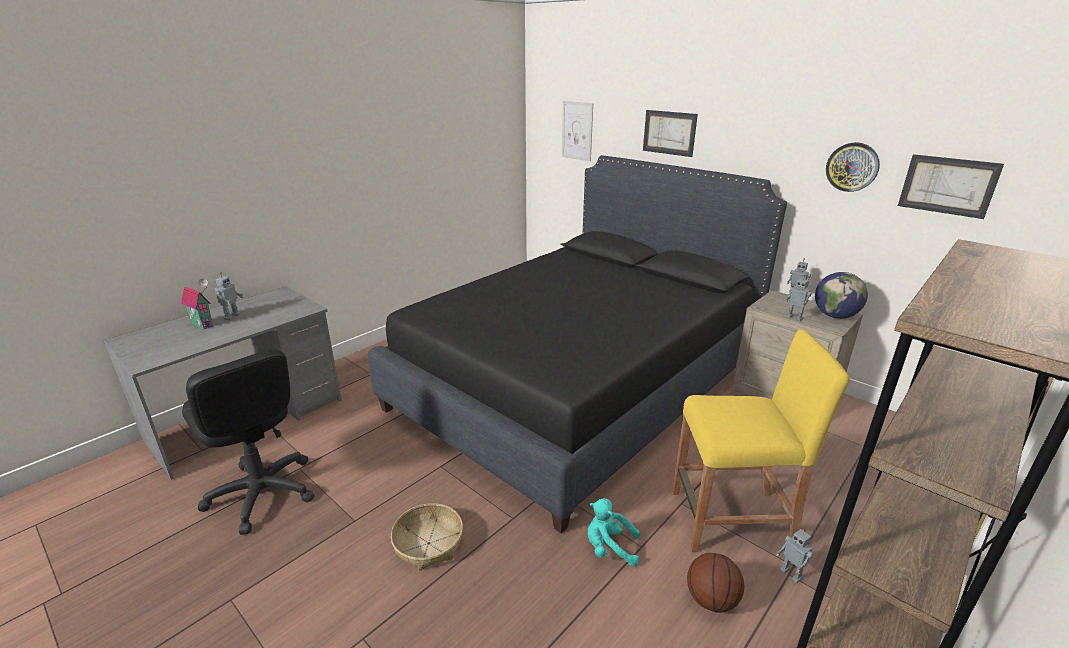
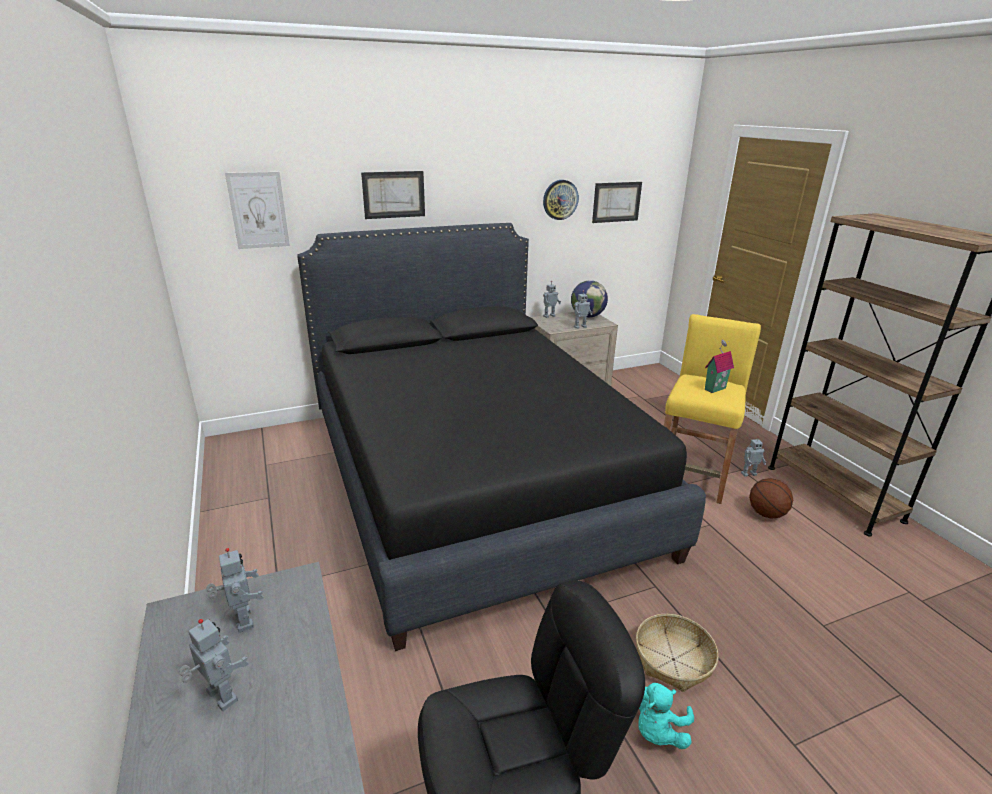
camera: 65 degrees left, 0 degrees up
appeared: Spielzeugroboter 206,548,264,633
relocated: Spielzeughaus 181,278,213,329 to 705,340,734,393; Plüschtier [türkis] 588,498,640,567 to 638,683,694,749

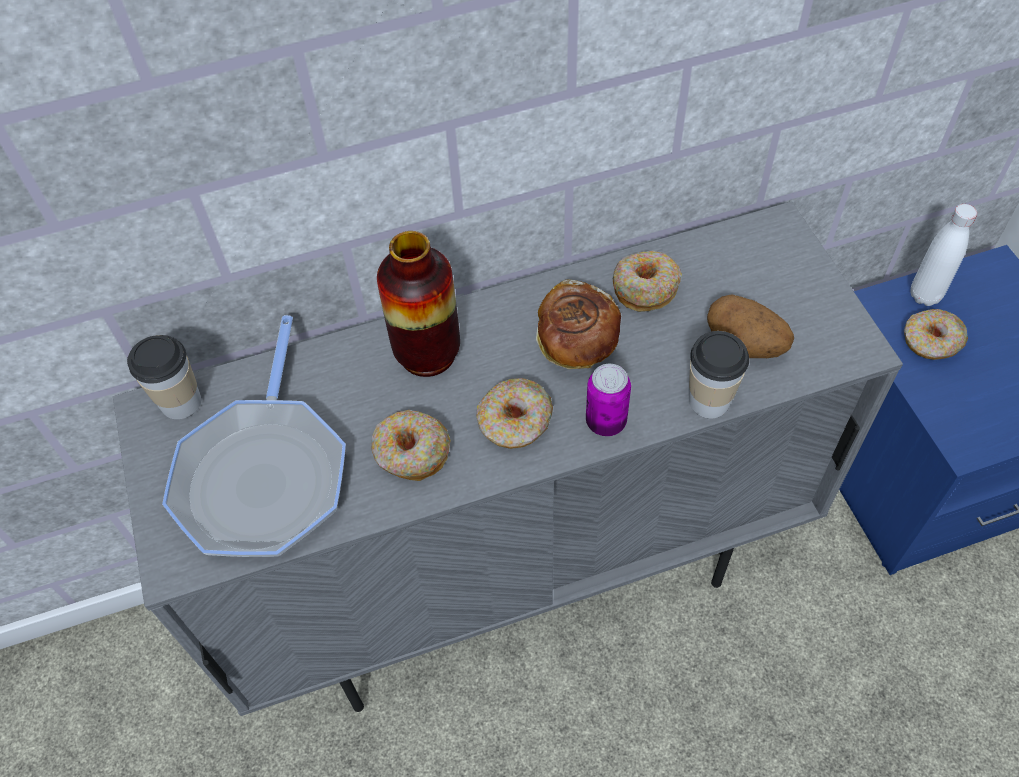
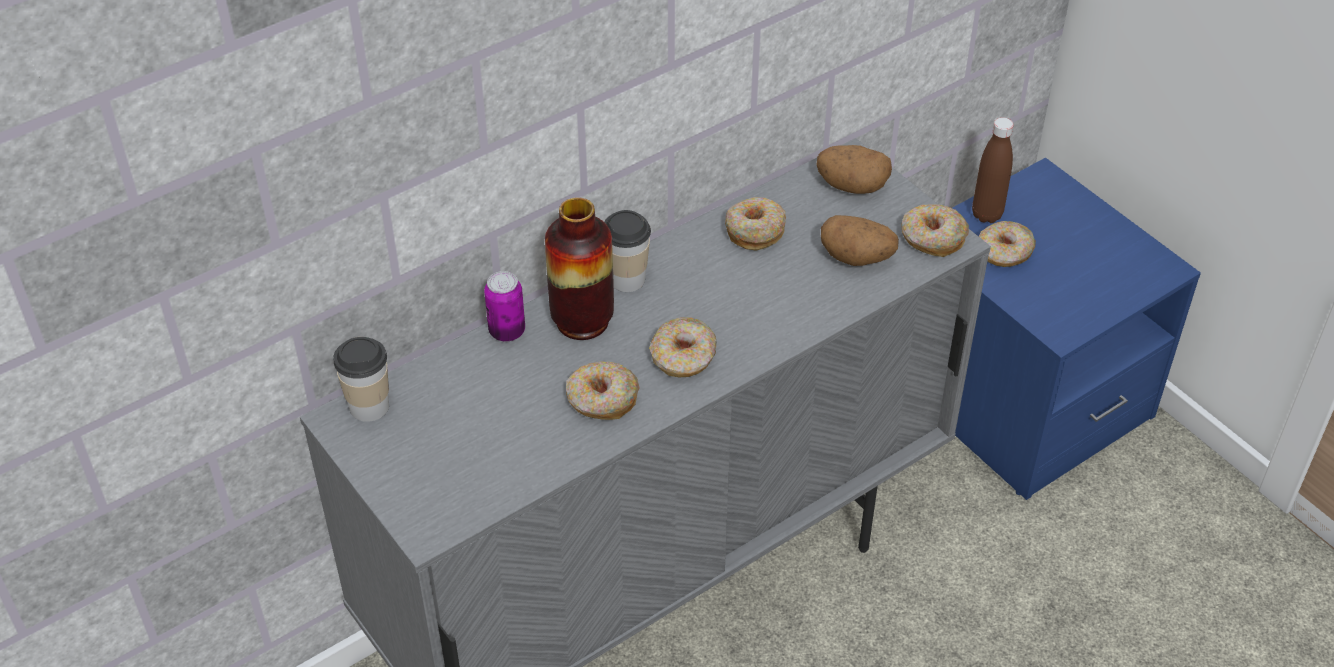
camera: 20 degrees left, 10 degrees down
missing: Brot 536,280,621,369; Pfanne 162,315,346,557
appeared: Kartoffel 817,145,892,194; Donut 901,204,969,257
relocated: Tasse 689,331,749,419 to 604,210,651,292; Dose 586,364,631,436 to 484,271,525,341
colour: Flasche [weiß] 911,204,977,306 to Flasche [braun] 972,118,1014,223

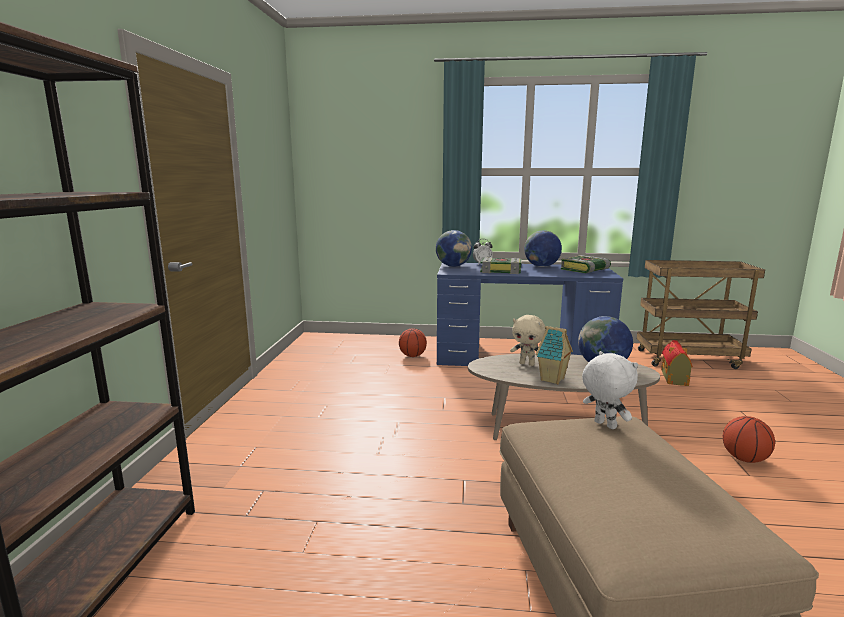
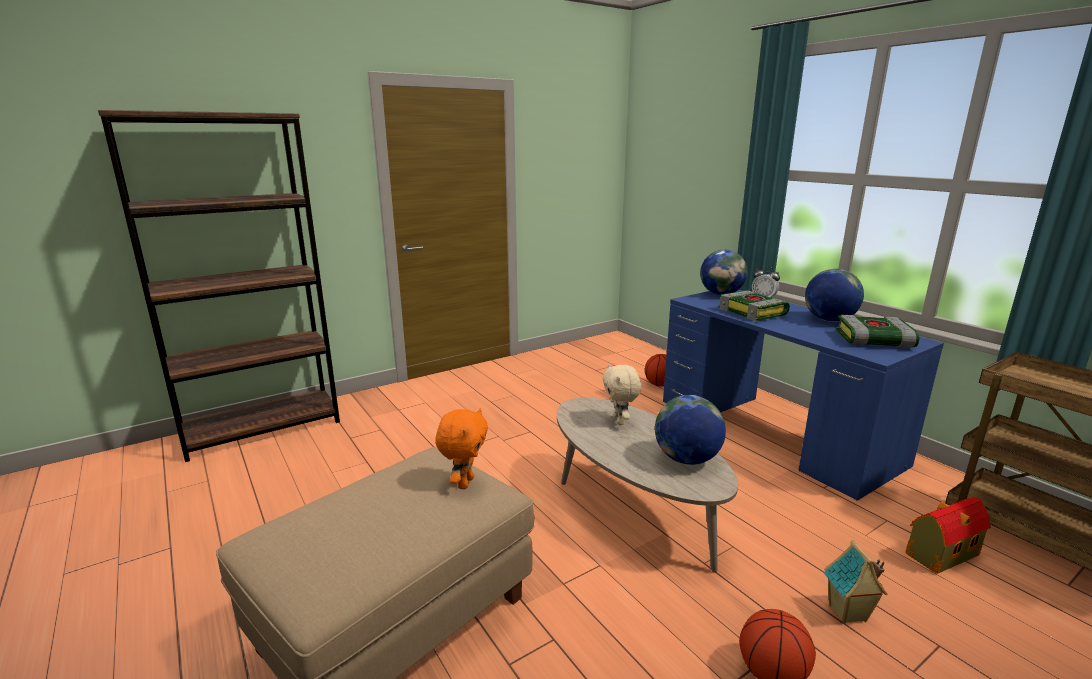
camera: 50 degrees right, 5 degrees up
relocated: Spielzeughaus 536,326,573,384 to 824,540,888,624
colour: Plüschtier [weiß] 582,351,638,429 to Plüschtier [orange] 435,408,488,489

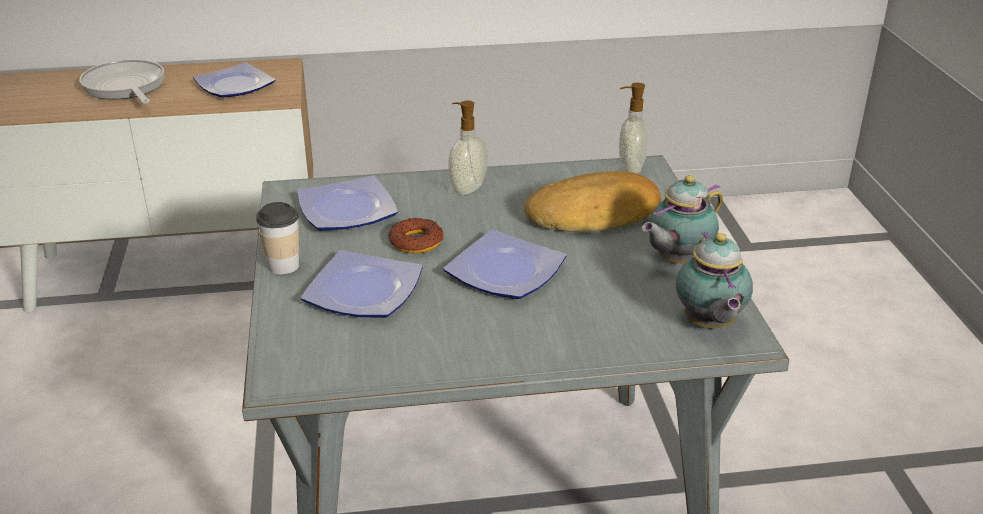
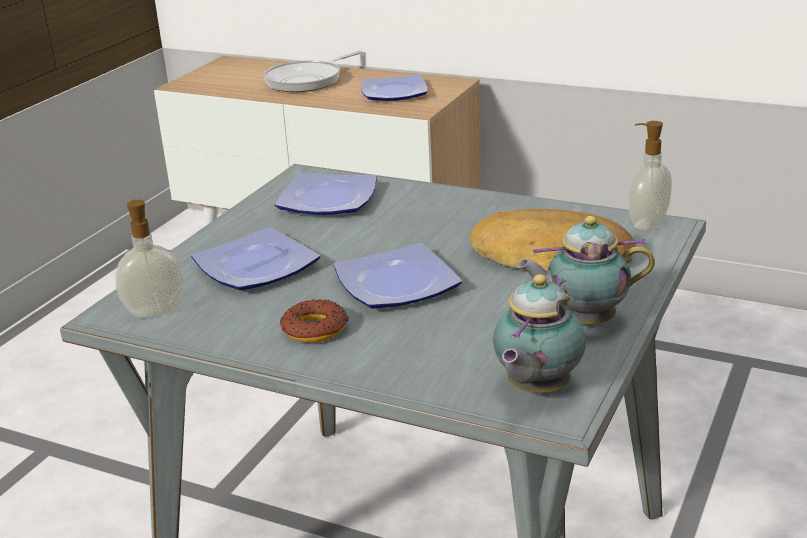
camera: 35 degrees right, 5 degrees down
missing: Tasse 256,202,299,274
relocated: Seifenspender 448,101,488,195 to 115,200,183,318; Donut 388,217,444,254 to 280,299,349,343
spun: Pfanne 79,59,164,104 = 263,51,363,92 135 degrees counterclockwise

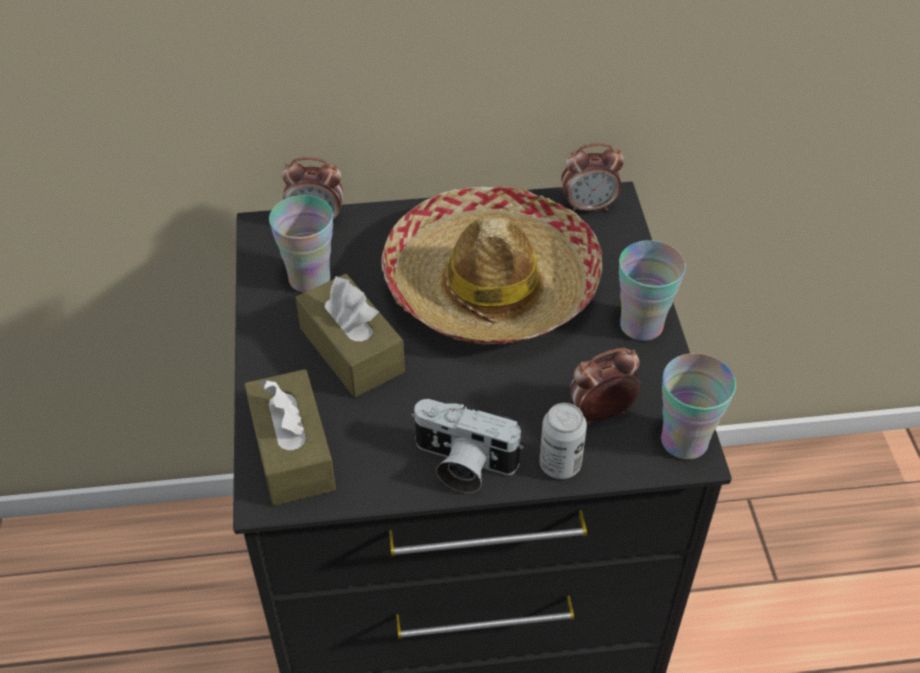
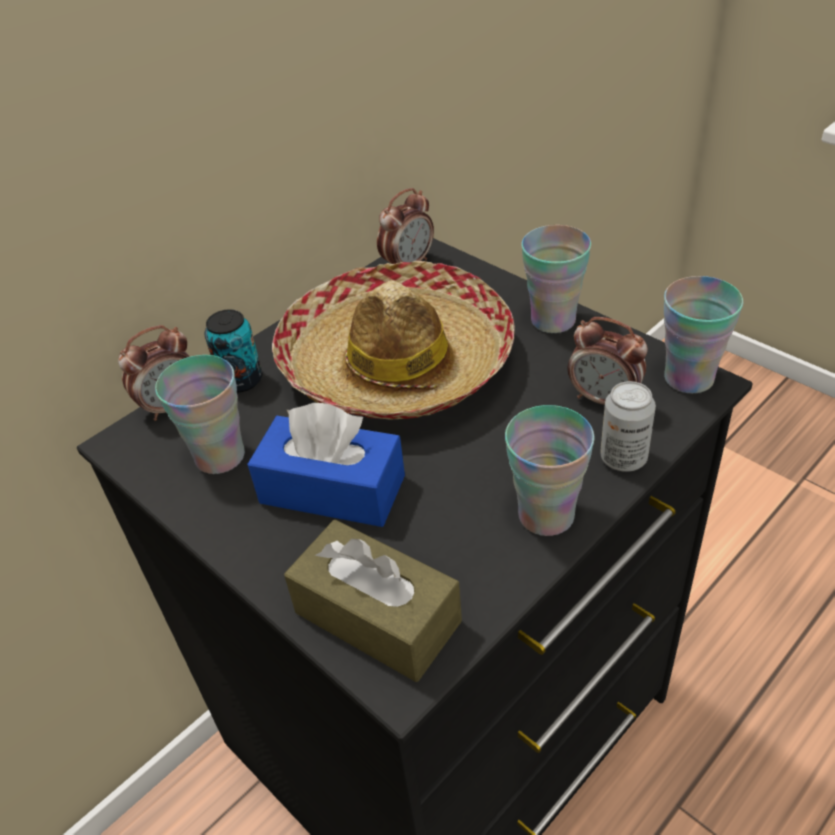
camera: 35 degrees left, 5 degrees down
appeared: Dose 204,309,262,392
exchanged: Kamera 412,399,524,493 to Tasse 505,405,594,536
colour: Taschentuchbox [braun] 296,274,405,397 to Taschentuchbox [blau] 247,402,405,527
spun: Wecker 569,348,641,424 = 568,317,648,405 90 degrees counterclockwise

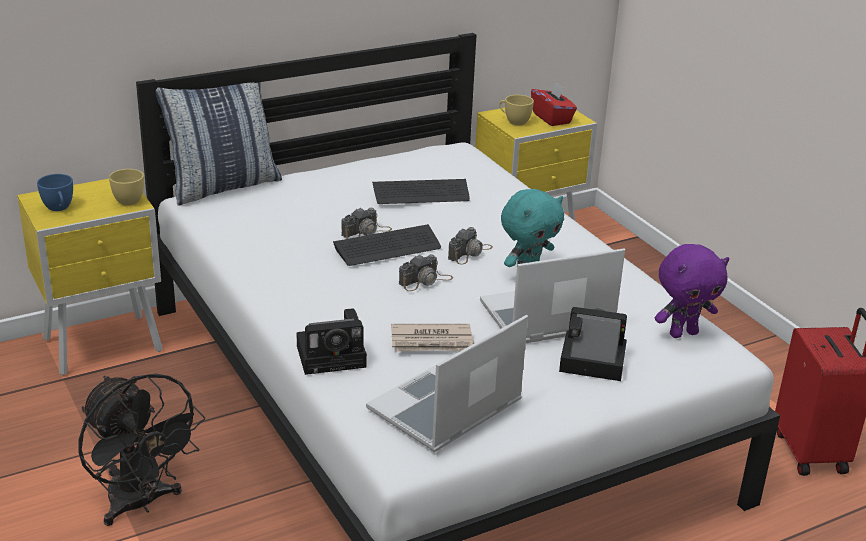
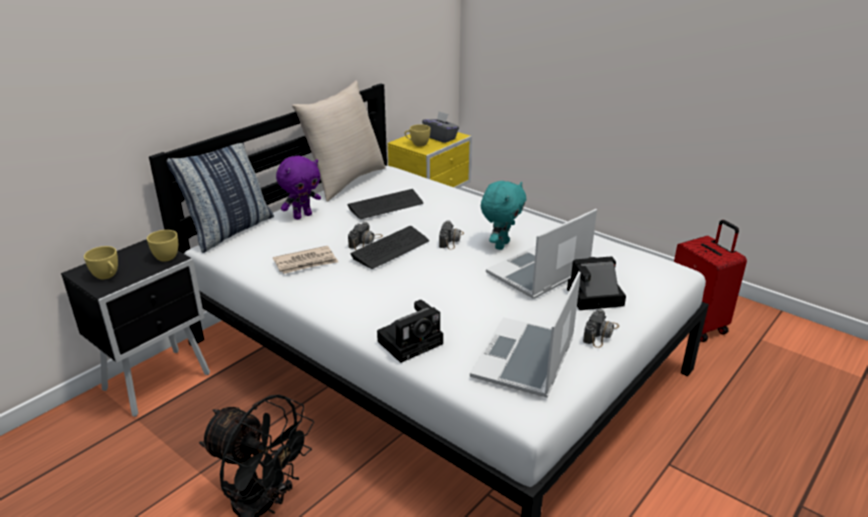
camera: 20 degrees left, 0 degrees up
appeared: Kissen [beige] 292,80,386,202
relocated: Plüschtier [lila] 655,244,729,338 to 276,156,321,220; Kamera 399,254,453,291 to 583,309,619,348; Zeitung 391,324,474,352 to 273,246,338,274
colour: Taschentuchbox [rot] 531,81,577,126 to Taschentuchbox [grau] 422,111,459,143; Tasse [blau] 37,174,73,211 to Tasse [gelb] 84,246,118,279; Nachttisch [gelb] 17,179,162,376 to Nachttisch [schwarz] 61,239,210,417

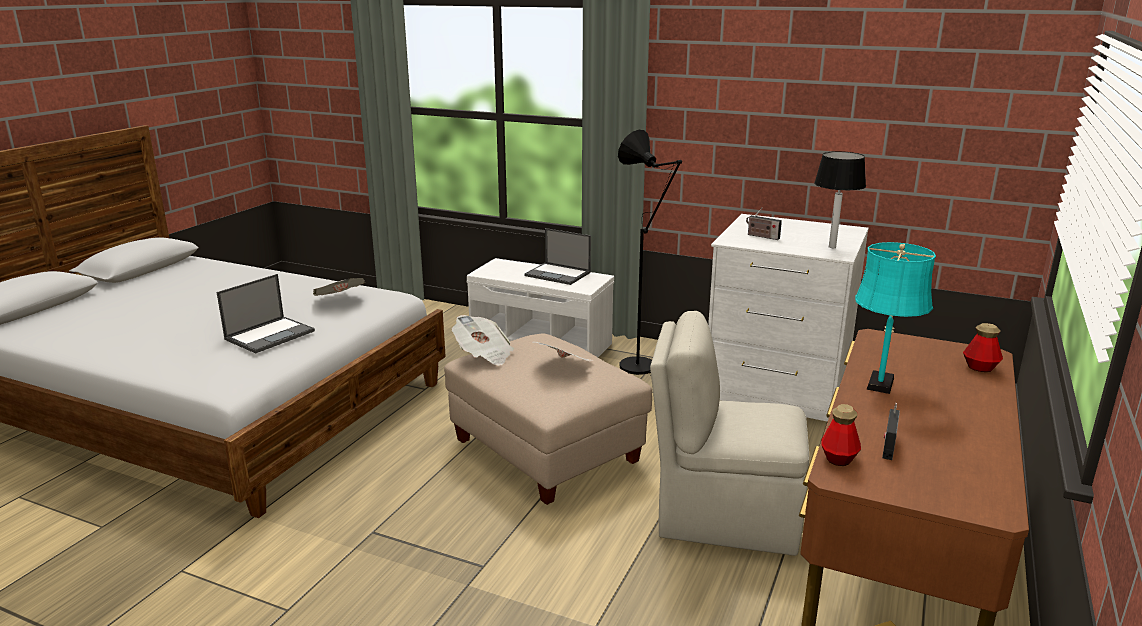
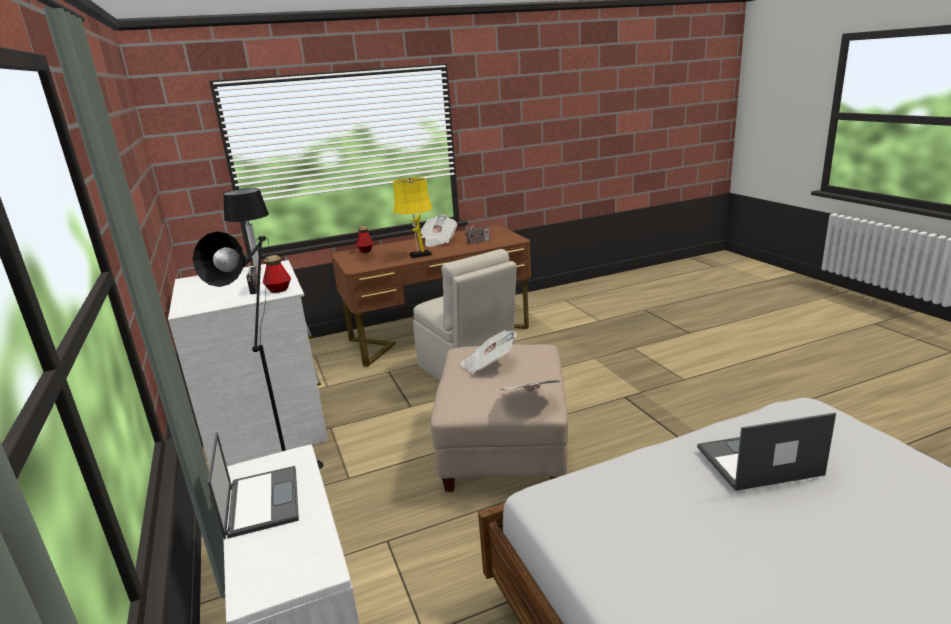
camera: 135 degrees left, 0 degrees up
relocated: Zeitung 313,278,365,296 to 420,215,457,247; Flasche 821,404,861,466 to 263,255,291,293
colour: Tischlampe [türkis] 855,242,936,394 to Tischlampe [gelb] 393,176,433,258

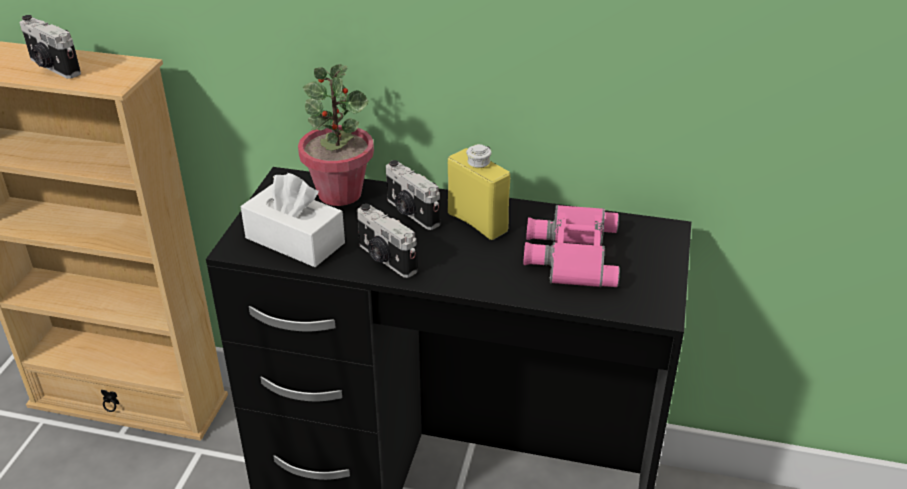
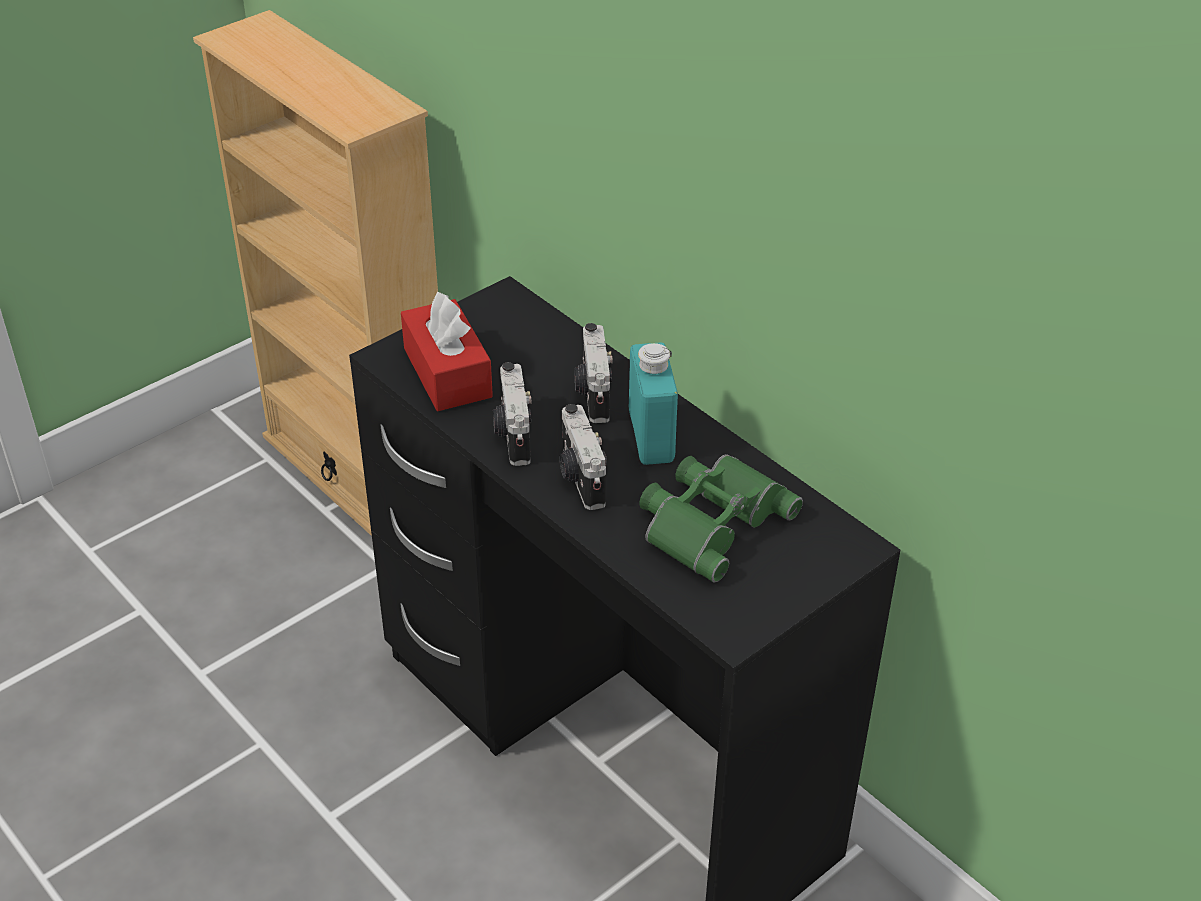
camera: 35 degrees right, 5 degrees up
missing: Topfpflanze 298,64,374,206
relocated: Kamera 20,15,81,79 to 559,404,607,510
colour: Flasche [gelb] 448,144,510,240 to Flasche [türkis] 629,343,678,465; Taschentuchbox [weiß] 241,173,345,267 to Taschentuchbox [rot] 401,292,493,411; Fernglas [rosa] 523,205,620,287 to Fernglas [grün] 639,454,803,583

